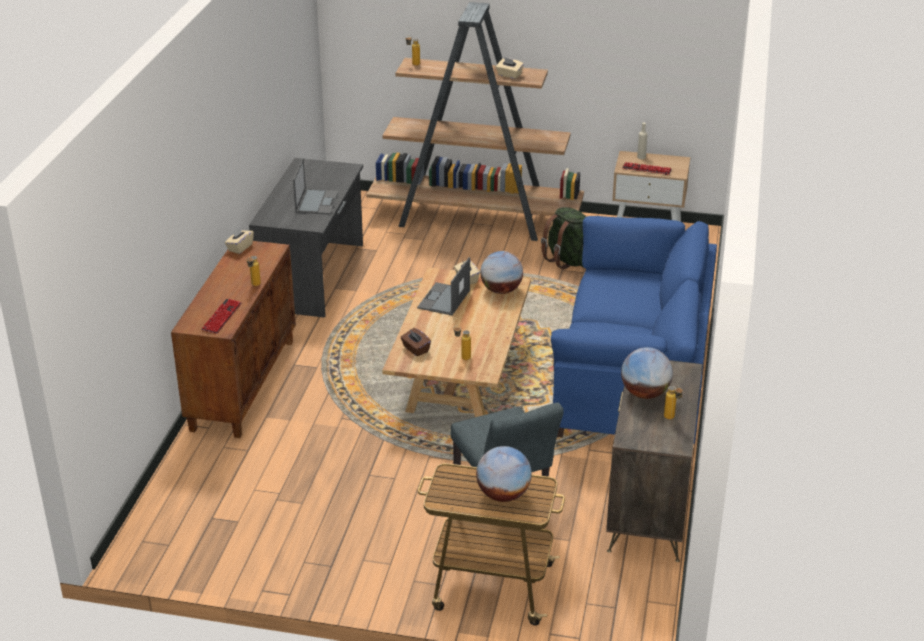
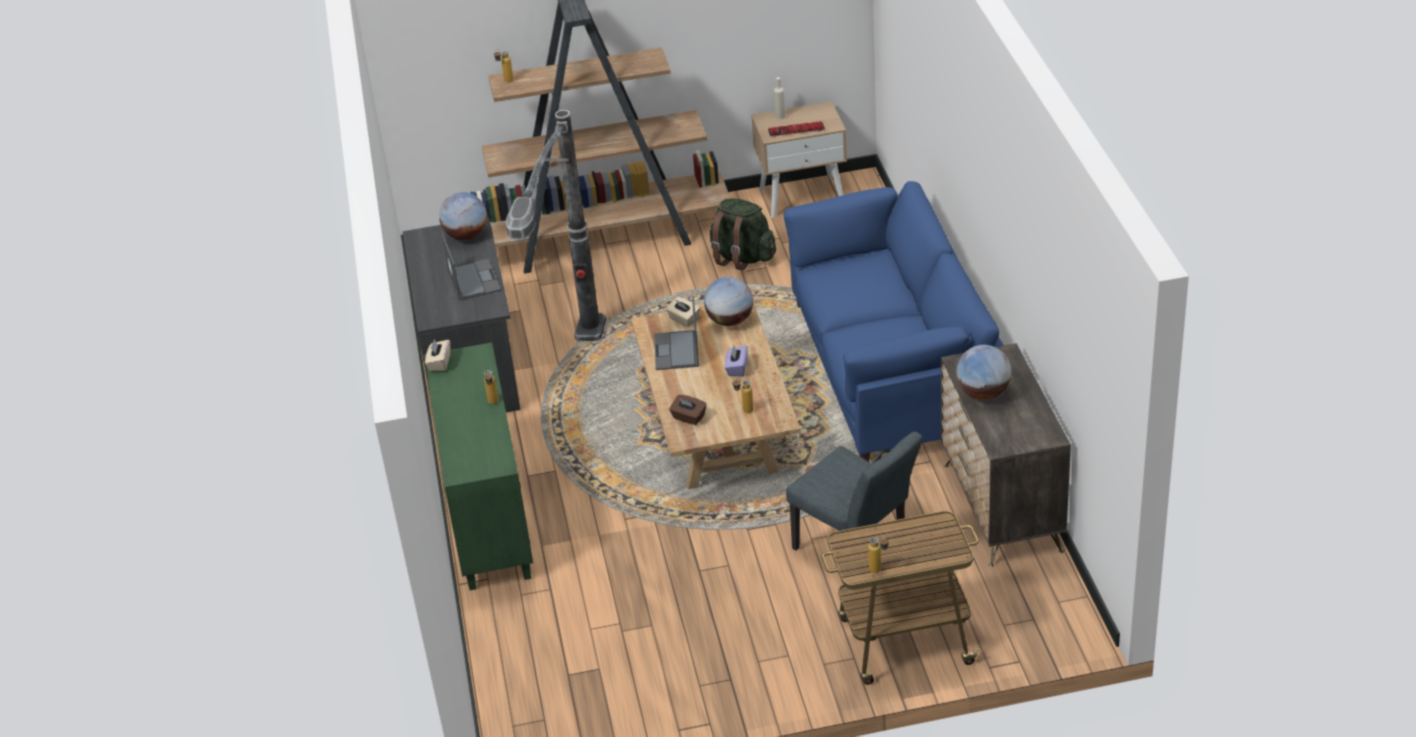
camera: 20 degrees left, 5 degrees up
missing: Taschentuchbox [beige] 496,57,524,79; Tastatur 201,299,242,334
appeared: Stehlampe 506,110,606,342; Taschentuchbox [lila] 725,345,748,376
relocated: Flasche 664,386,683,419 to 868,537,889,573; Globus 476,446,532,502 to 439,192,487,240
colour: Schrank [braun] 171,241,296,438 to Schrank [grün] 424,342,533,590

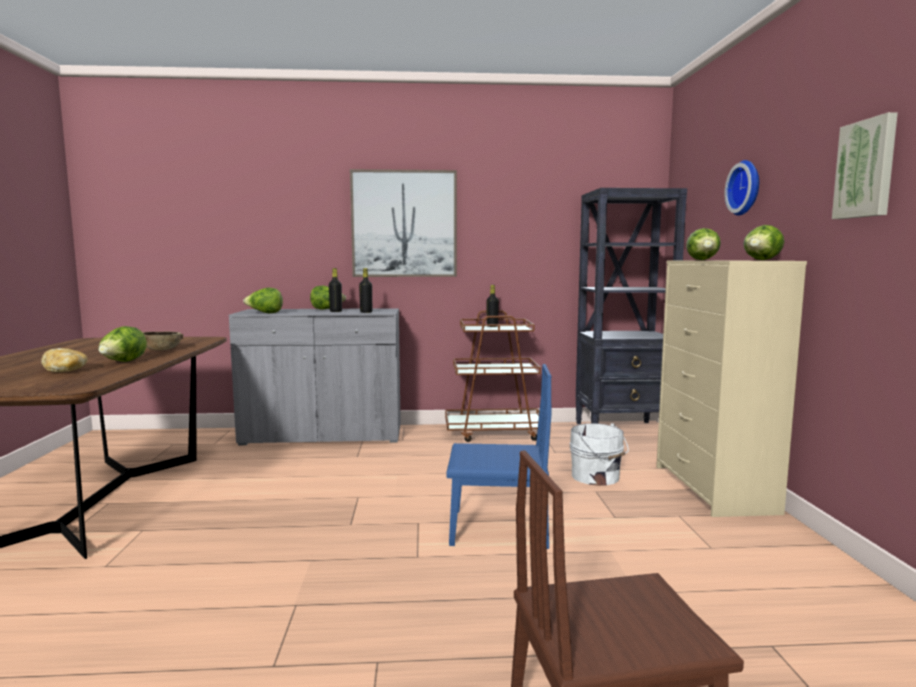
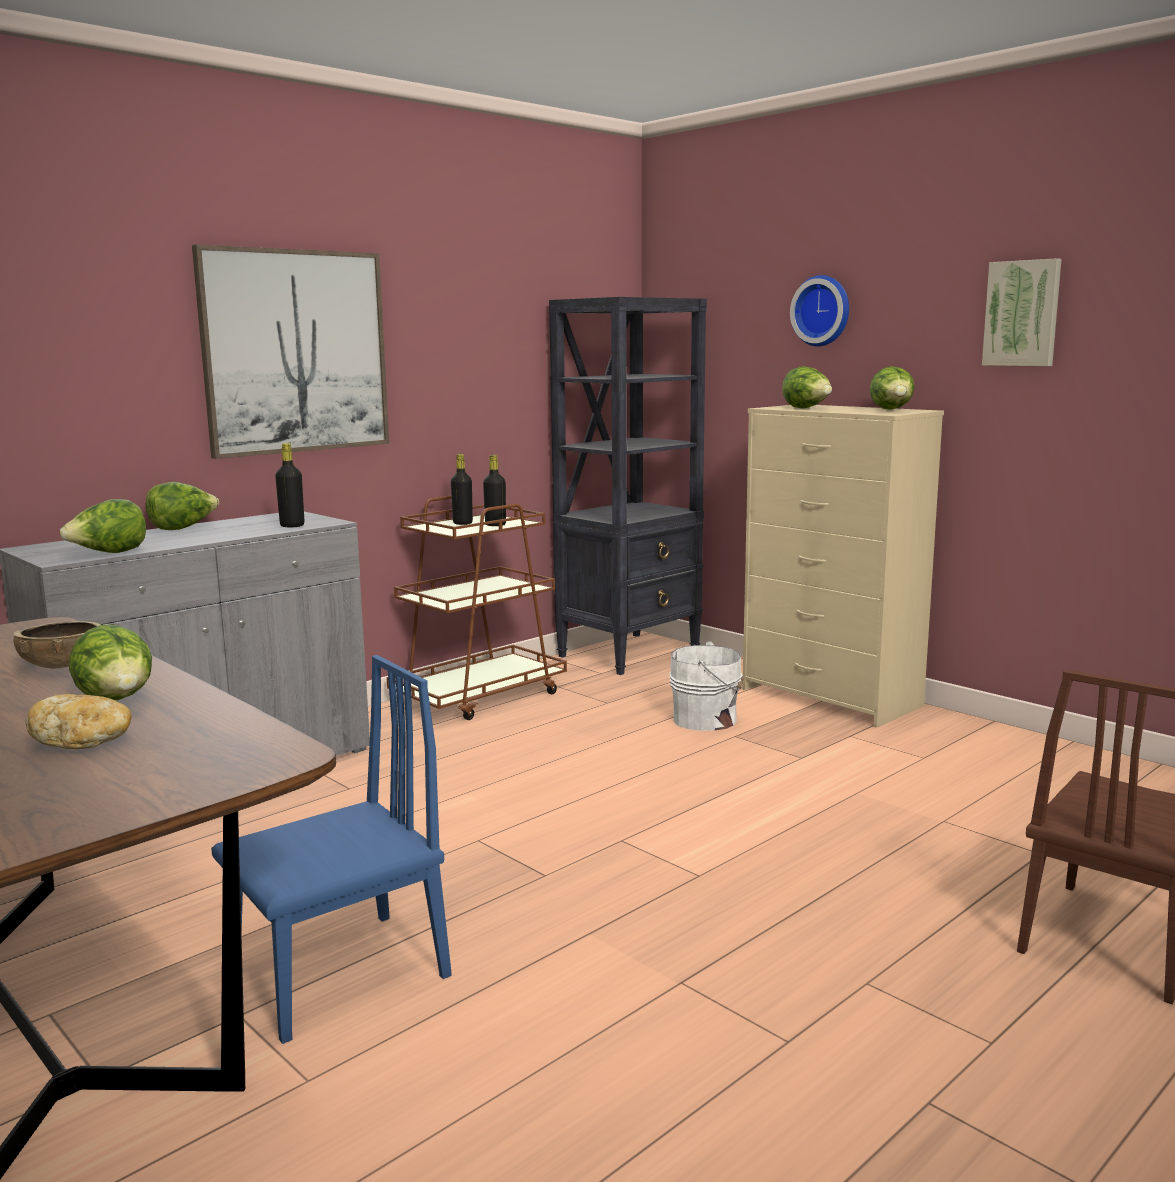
camera: 40 degrees left, 5 degrees up
relocated: Flasche [schwarz] 329,268,342,312 to 483,455,506,526; Stuhl [blau] 446,364,551,549 to 211,655,451,1044

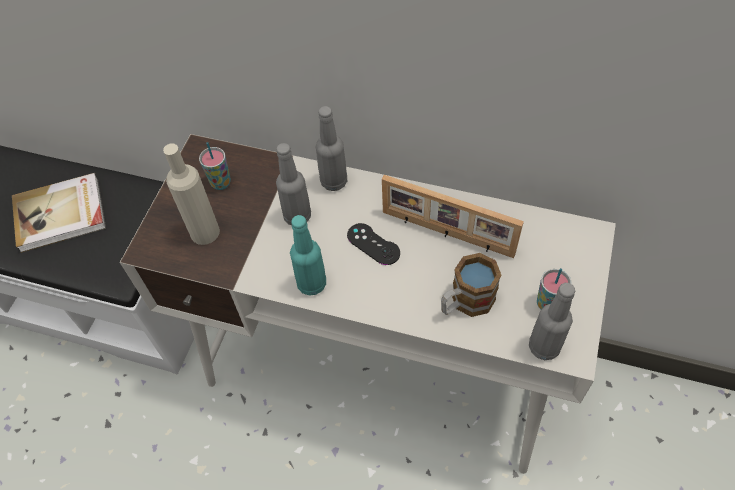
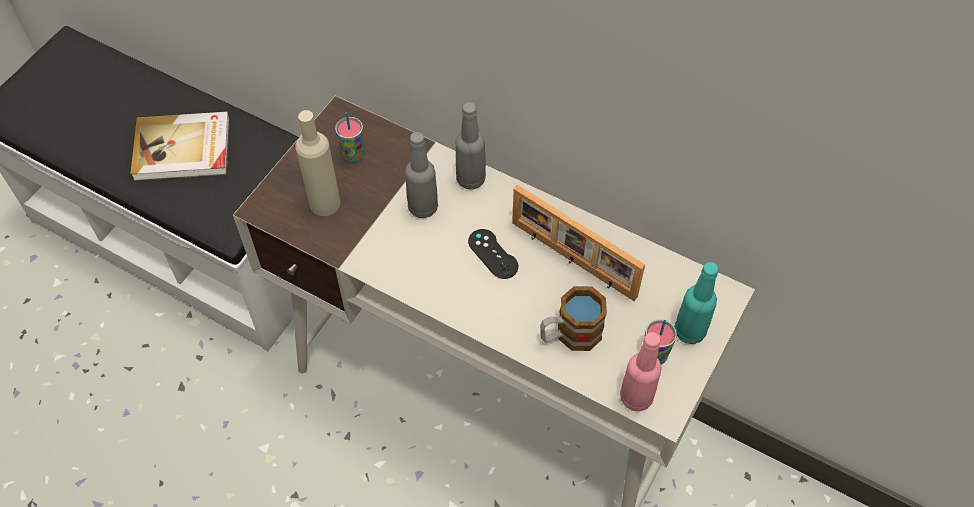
camera: 10 degrees right, 0 degrees up
relocated: Flasche [türkis] 290,215,326,296 to 674,262,719,344
colour: Flasche [grau] 529,283,575,360 to Flasche [rosa] 620,332,662,411

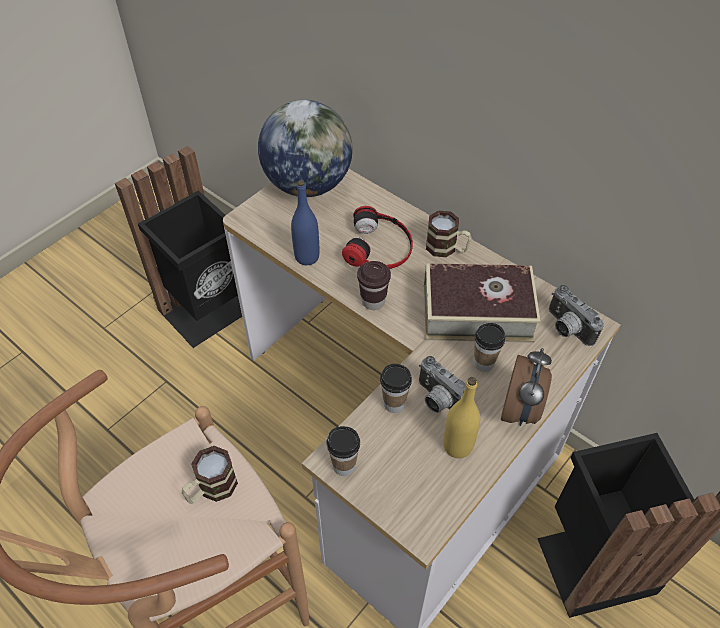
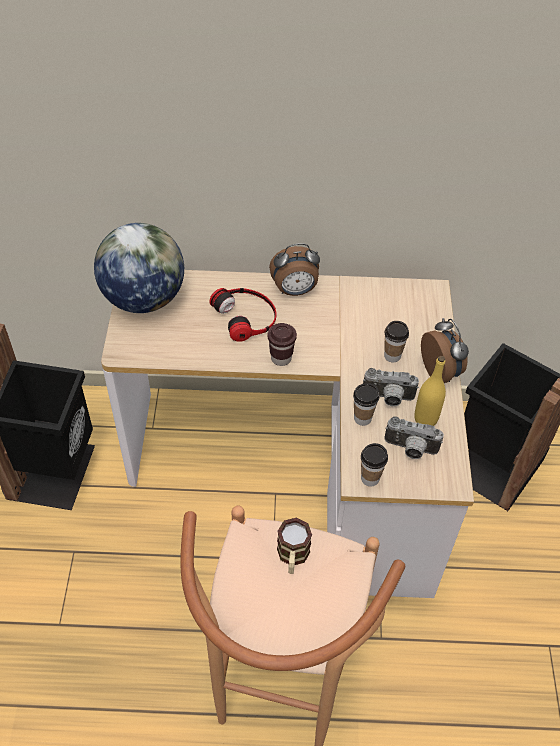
camera: 40 degrees left, 0 degrees up
missing: Flasche [blau] 291,180,320,265; Buch 424,263,541,343
relocated: Kamera 549,285,604,346 to 384,416,444,459
exchanged: Henkelbecher 426,210,471,257 to Wecker 269,244,320,296

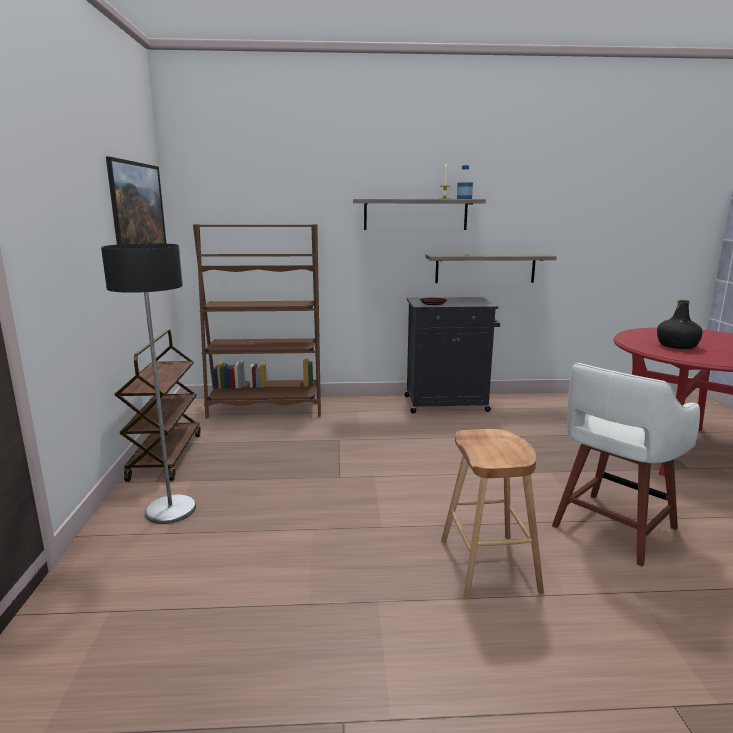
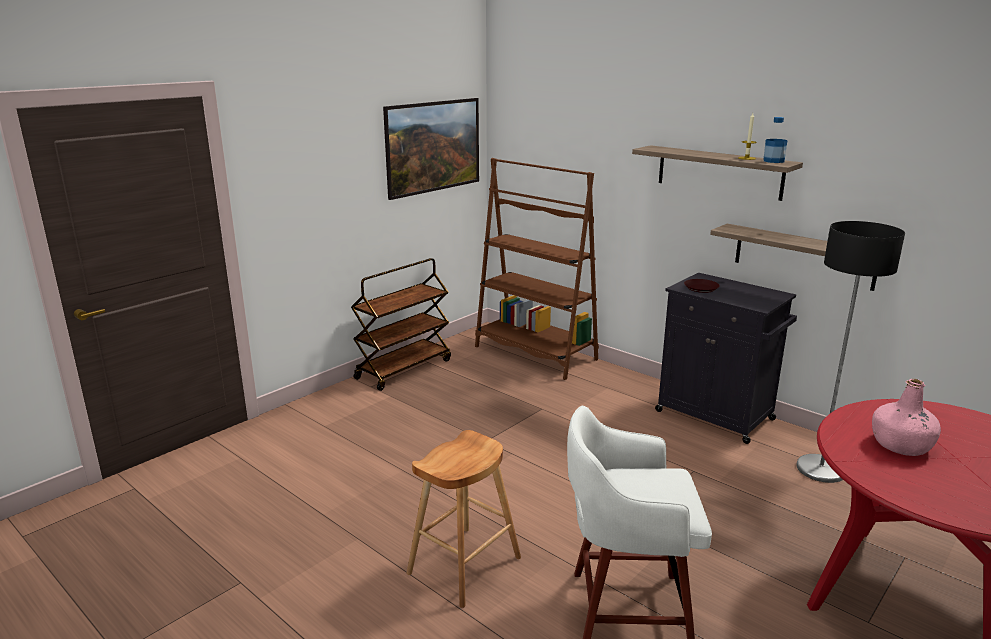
camera: 45 degrees right, 5 degrees up
relocated: Stehlampe 101,243,196,524 to 796,221,905,483
colour: Flasche [schwarz] 657,300,703,349 to Flasche [rosa] 872,379,941,456

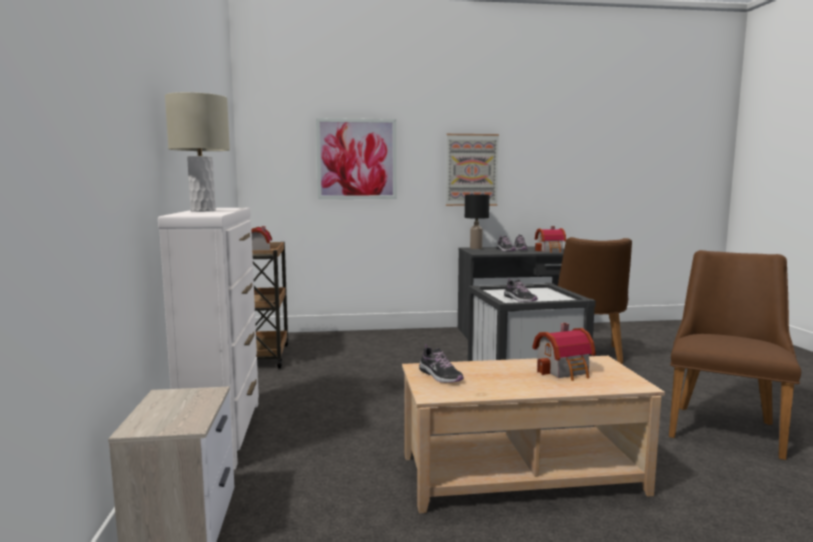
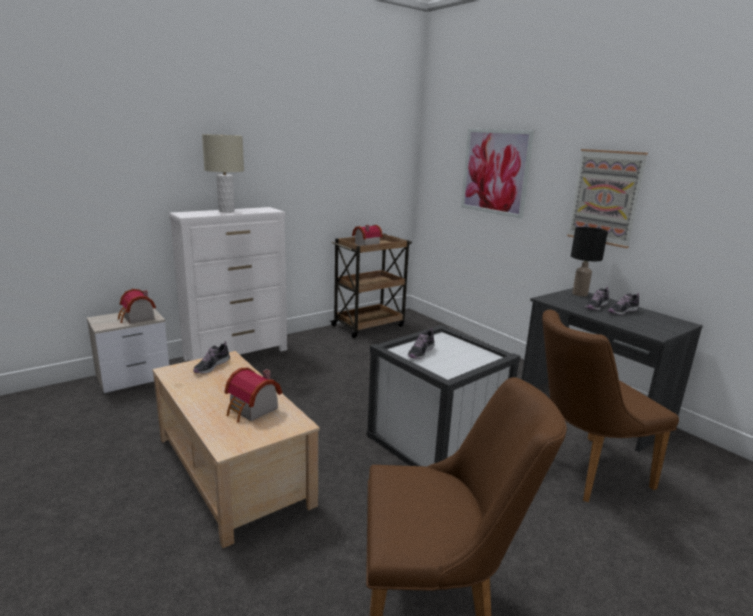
camera: 60 degrees right, 10 degrees up
relocated: Spielzeughaus 535,226,566,253 to 118,289,156,323

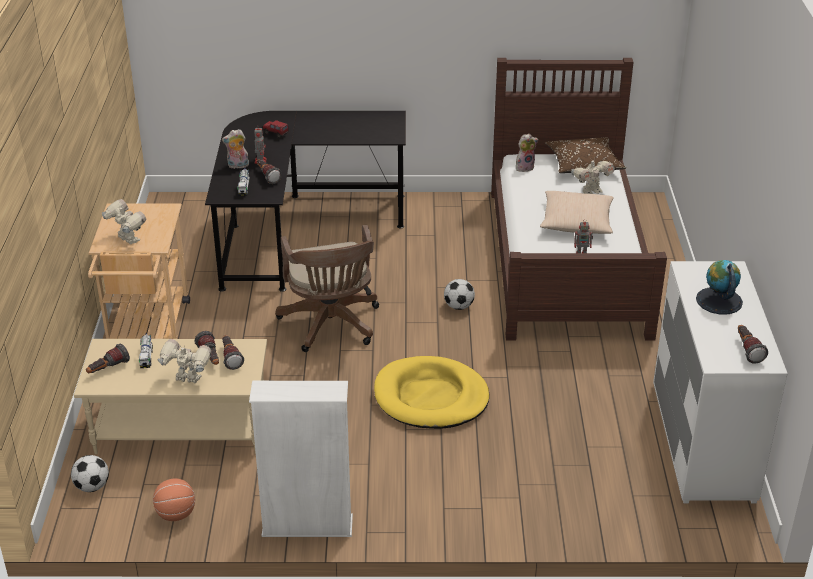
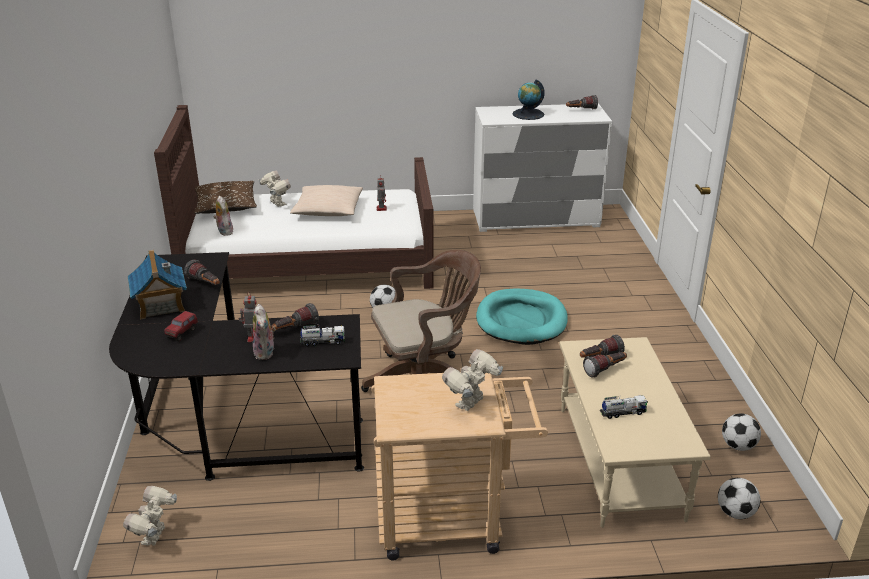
camera: 95 degrees left, 5 degrees down
missing: Bücherregal [weiß] 249,381,353,537
appeared: Spielzeughaus 128,250,187,319
relocated: Spielzeugroboter 157,339,211,383 to 123,486,177,546; Taschenlampe 86,343,130,373 to 184,259,220,285
exchanged: Basketball 153,479,195,521 to Fußball 722,413,761,451
colour: Hundebett [gelb] 374,356,489,429 to Hundebett [türkis] 476,288,568,345

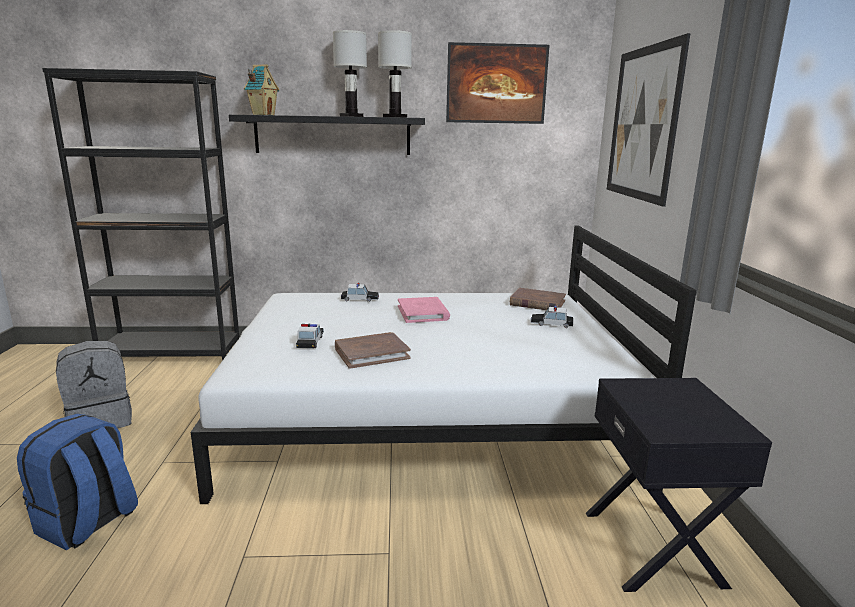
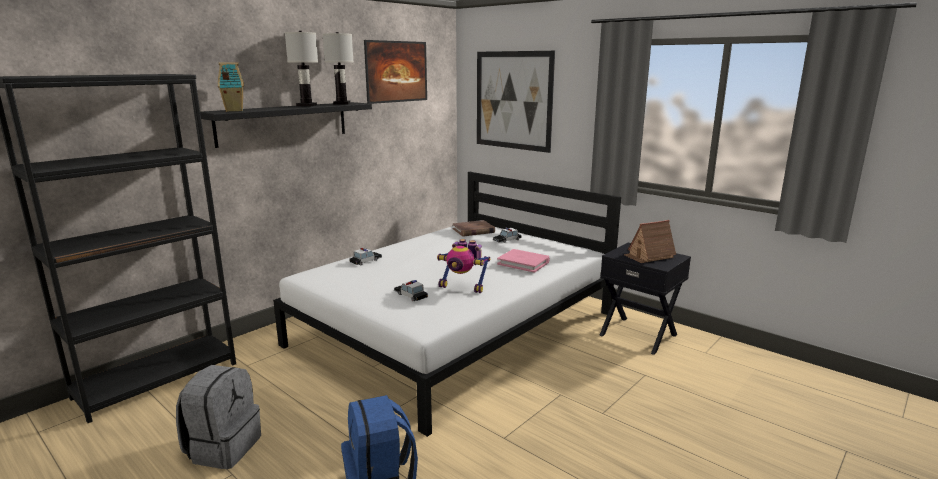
camera: 45 degrees left, 0 degrees up
appeared: Spielzeughaus 624,220,676,263
relocated: Buch [rosa] 398,297,450,323 to 497,249,550,273
exchanged: Buch [braun] 335,332,411,369 to Spielzeugroboter 437,239,491,293

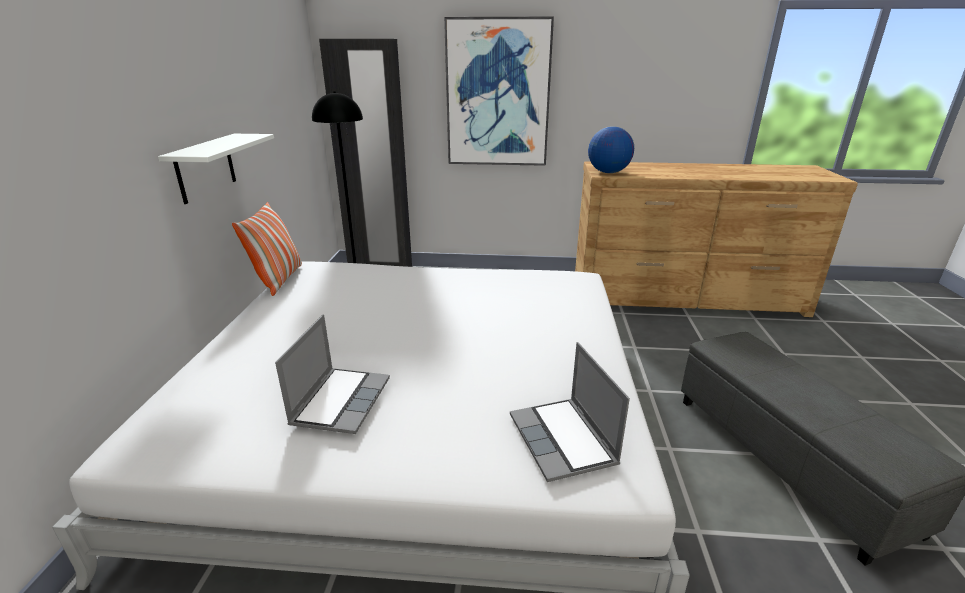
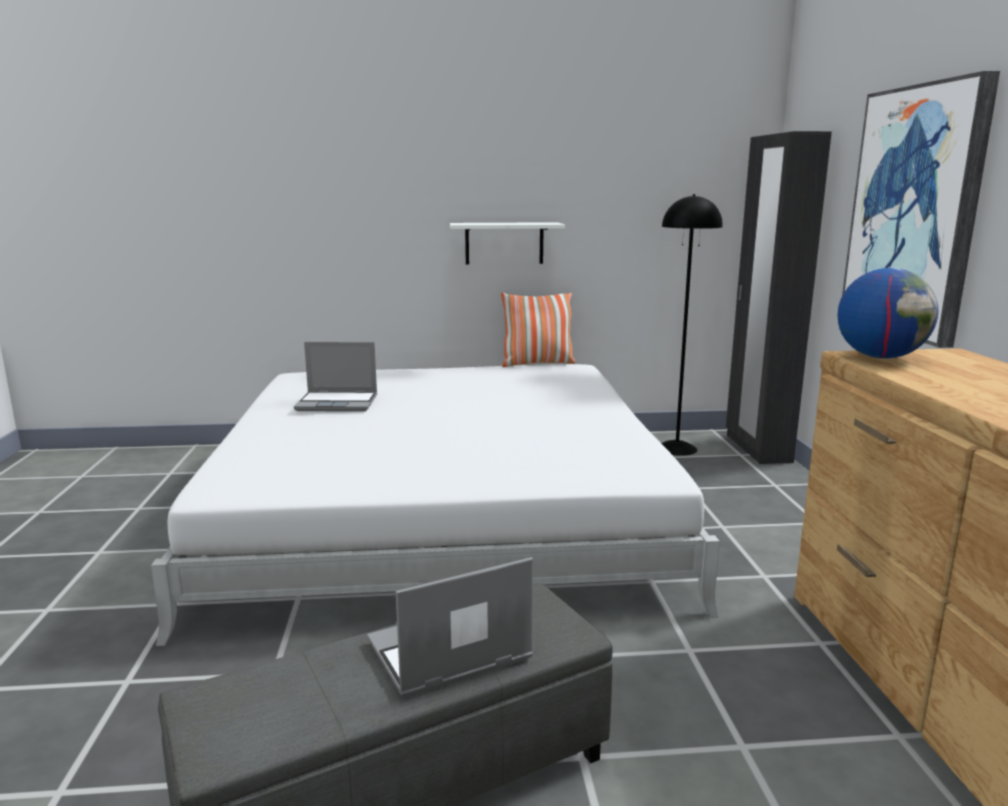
camera: 80 degrees right, 10 degrees down
relocated: Laptop 510,342,630,482 to 367,557,533,698

